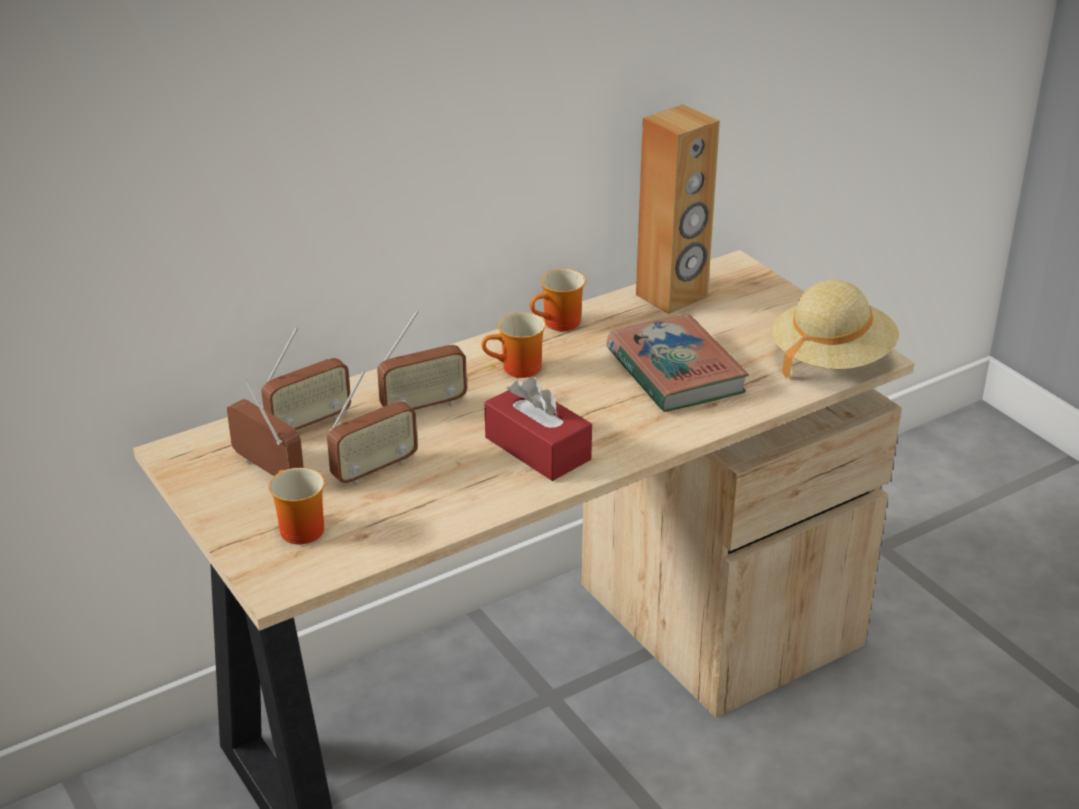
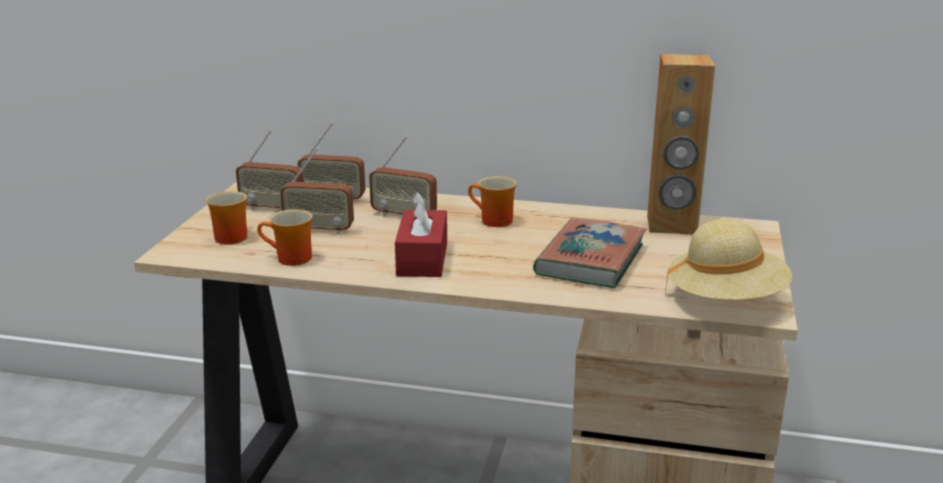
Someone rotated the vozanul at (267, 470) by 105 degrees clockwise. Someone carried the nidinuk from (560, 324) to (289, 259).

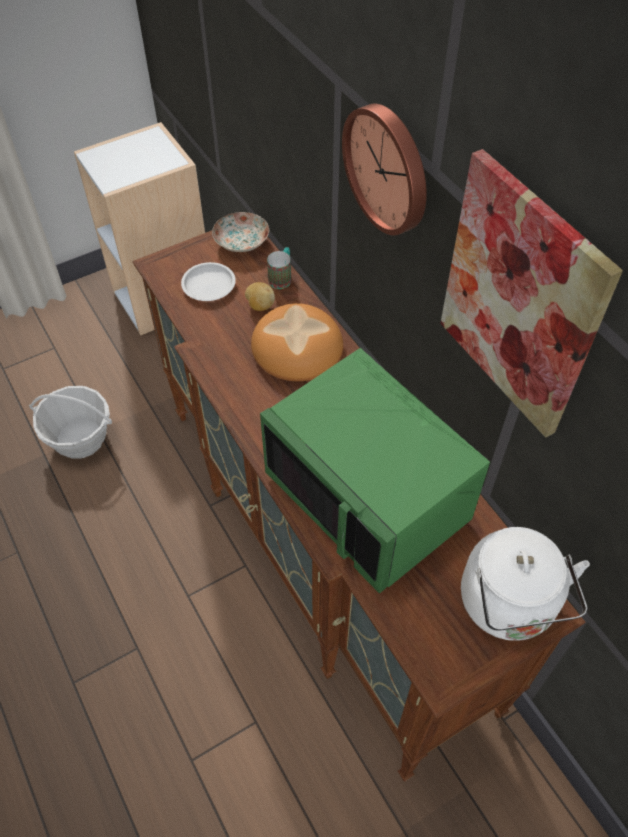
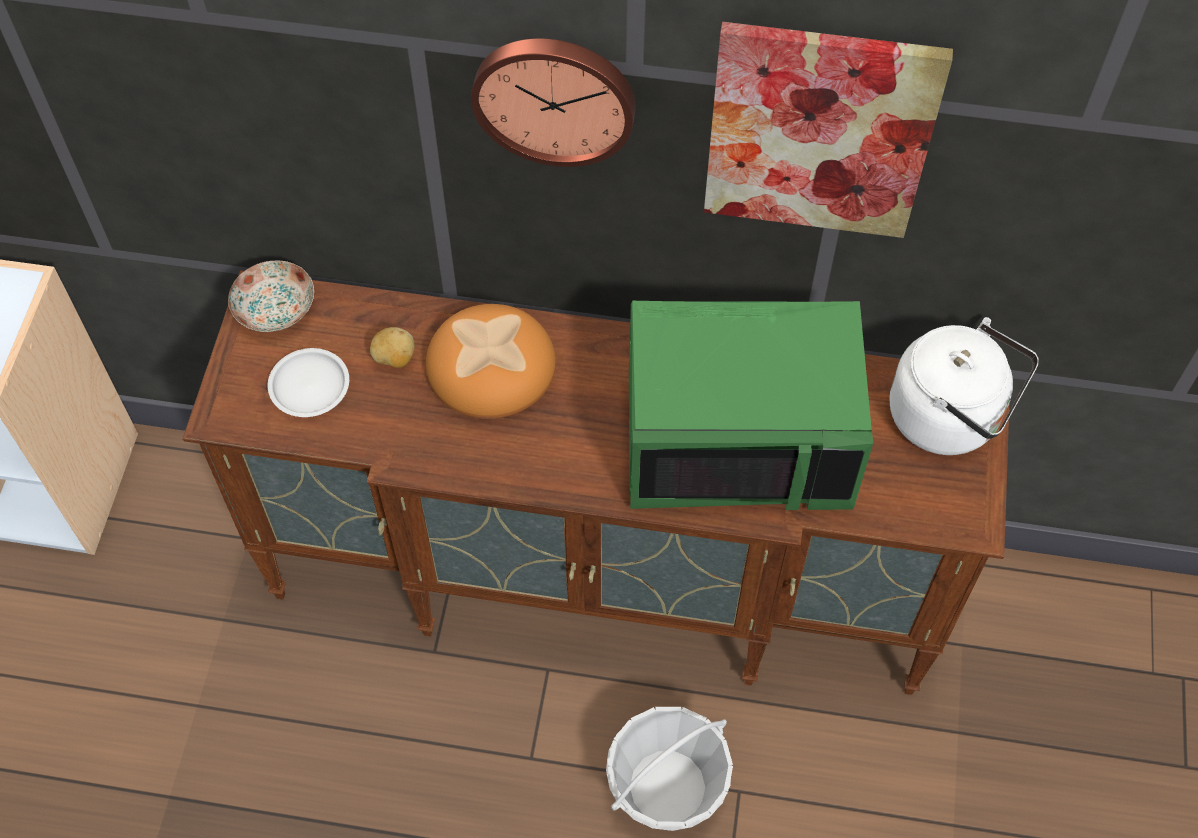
Someone carried the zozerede from (80, 439) to (667, 787). Someone took away the nidinuk at (282, 277).

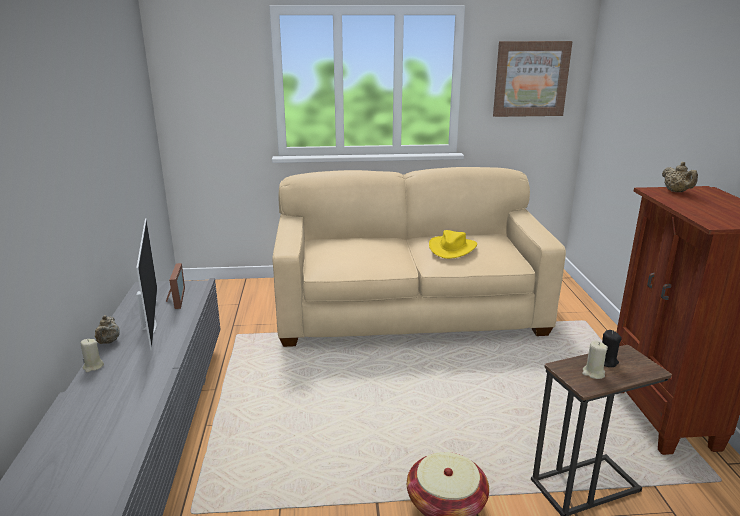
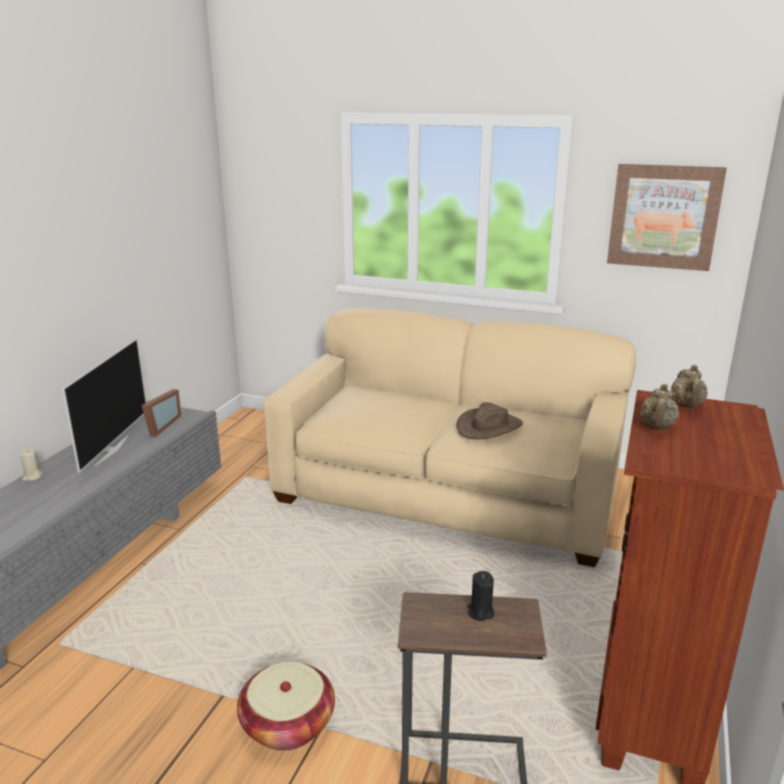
Someone carried the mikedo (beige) from (108, 342) to (657, 427). Someone repainted the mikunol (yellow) at (452, 248), which became the mikunol (brown) at (489, 426). Someone took away the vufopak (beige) at (593, 373).

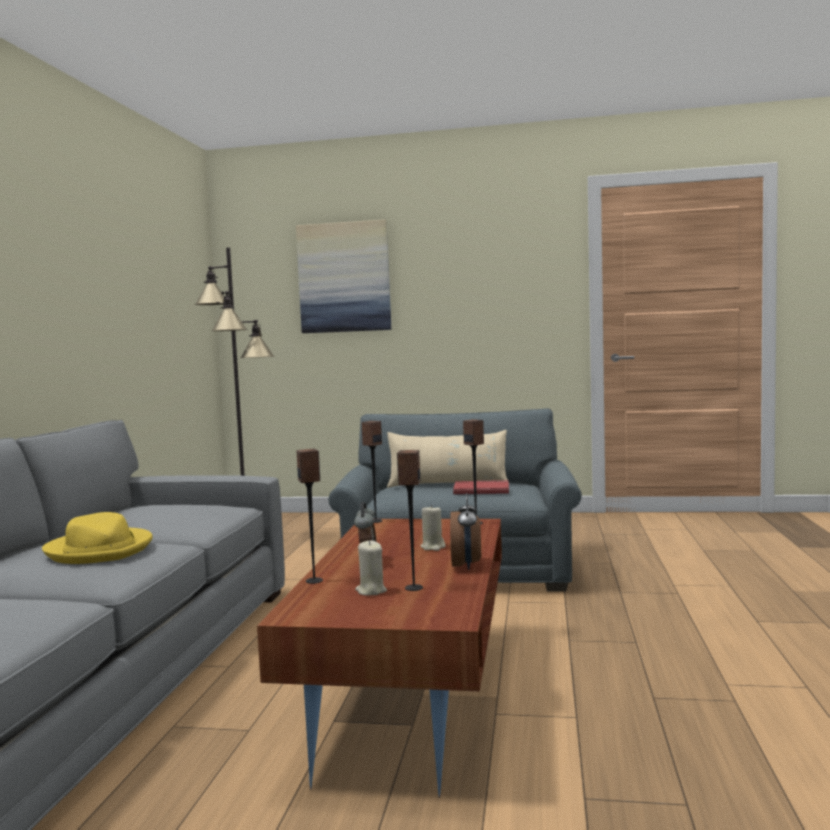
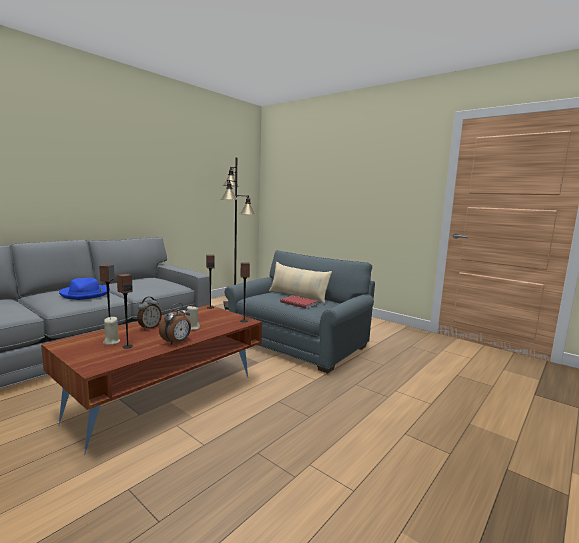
Someone repainted the mikunol (yellow) at (100, 550), which became the mikunol (blue) at (85, 294). Someone took away the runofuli at (344, 277).

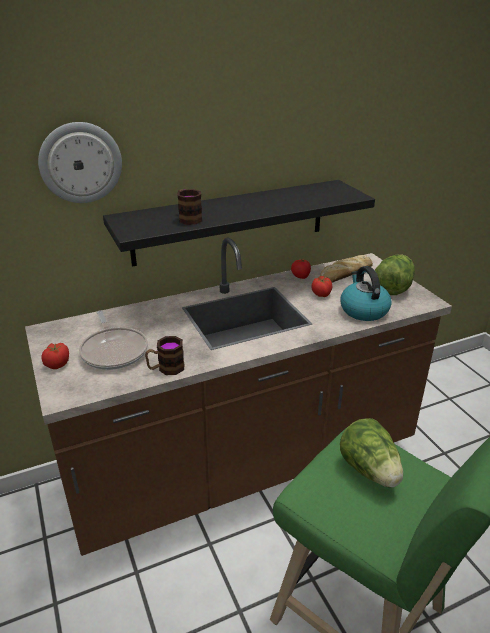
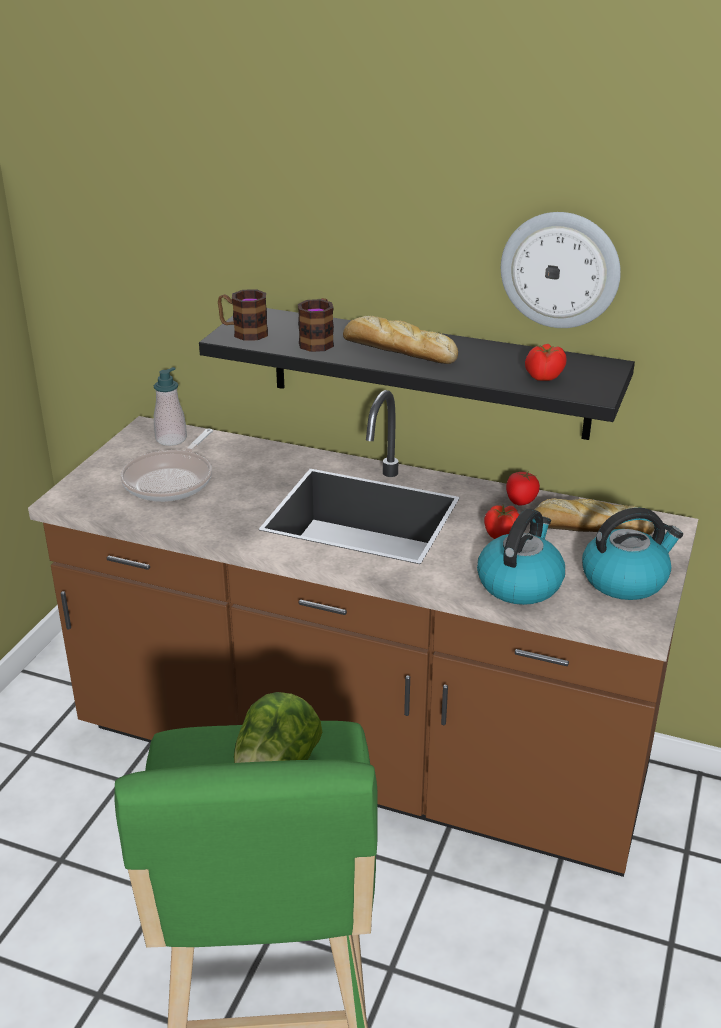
Someone carried the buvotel from (80, 163) to (560, 270). Someone carried the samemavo from (57, 364) to (543, 377). Someone carried the nidinuk from (166, 369) to (243, 332). Someone swapped the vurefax at (393, 288) for the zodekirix at (625, 579). Someone put down the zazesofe at (171, 439). Someone put down the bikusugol at (396, 351).

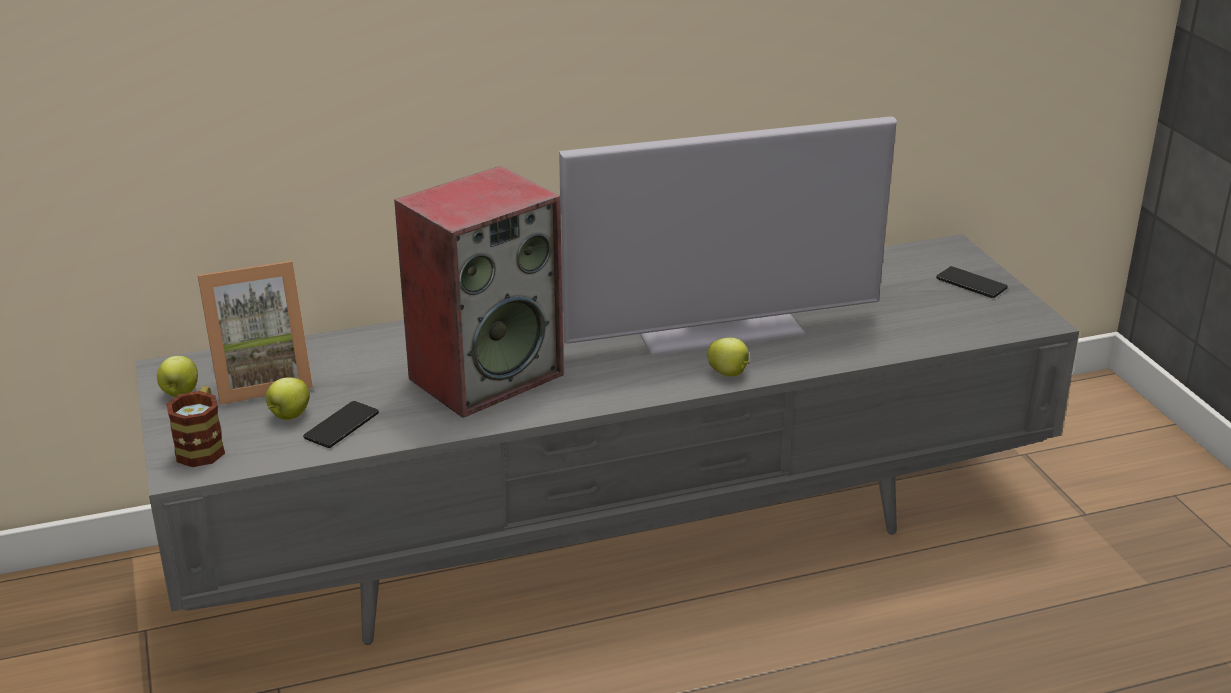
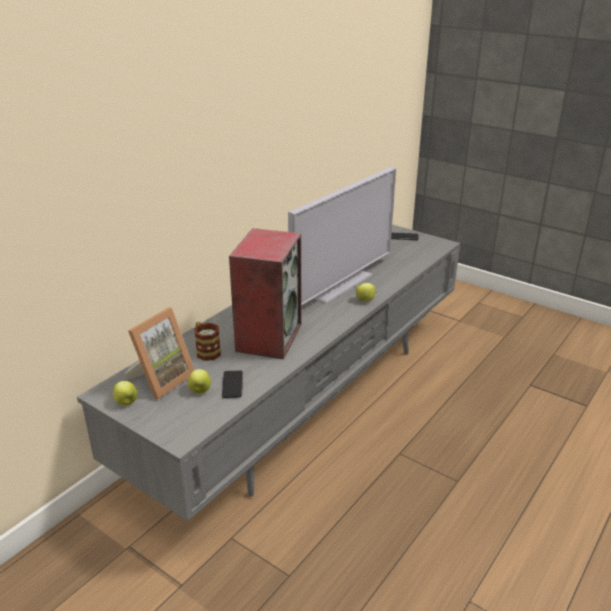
Someone carried the nidinuk from (203, 446) to (206, 350).

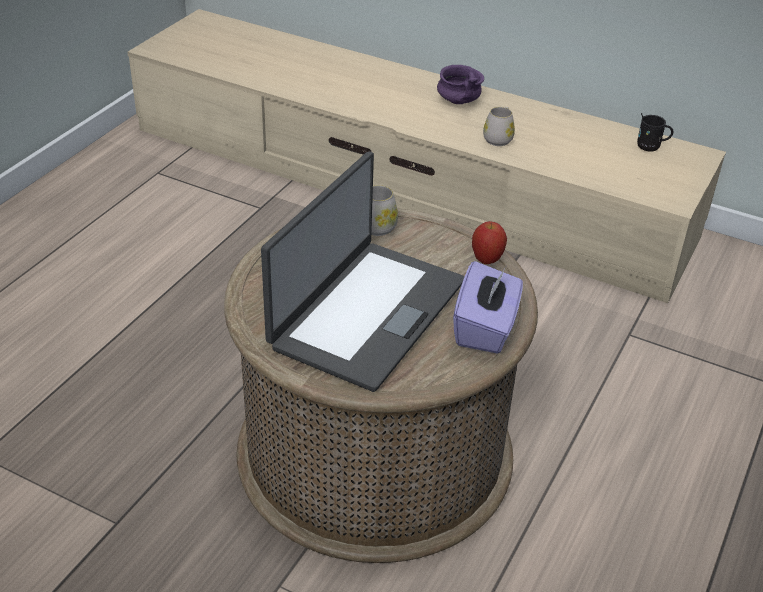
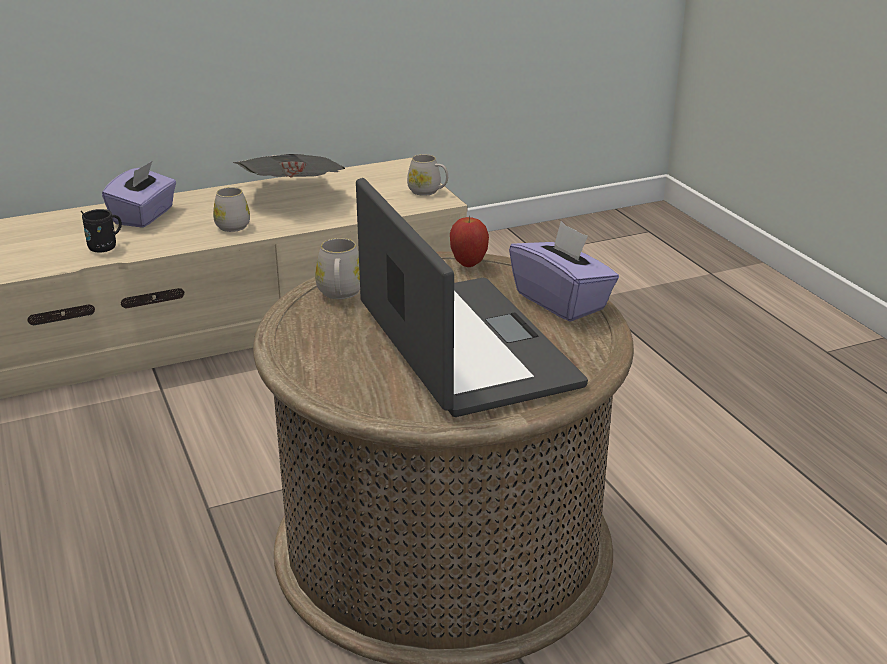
Someone swapped the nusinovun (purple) at (460, 101) for the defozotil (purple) at (144, 216). Someone carried the nidinuk (black) from (651, 147) to (106, 247). Someone put down the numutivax at (294, 195). Someone put down the nidinuk (white) at (428, 191).

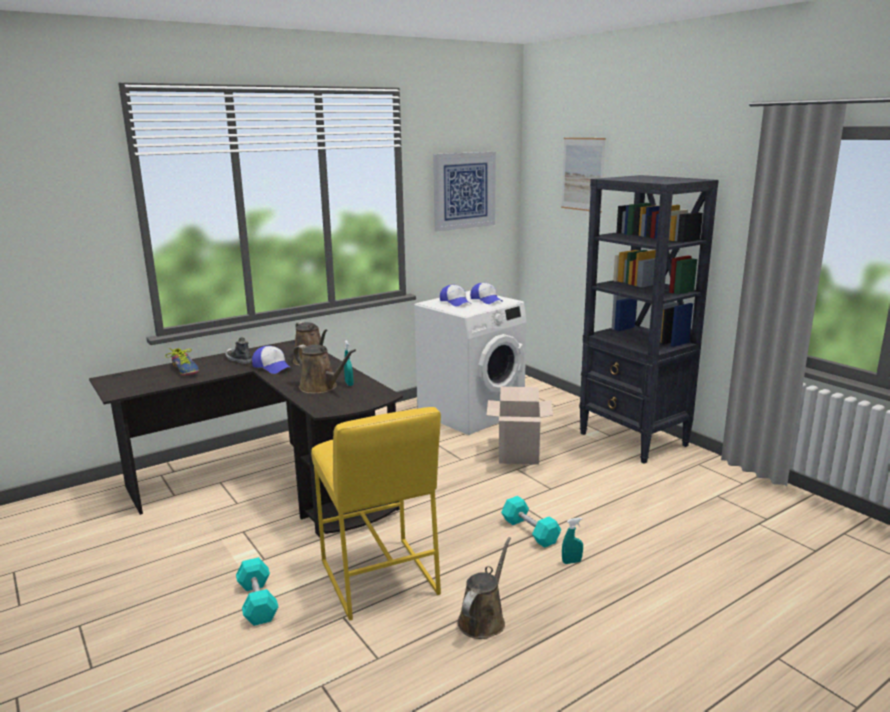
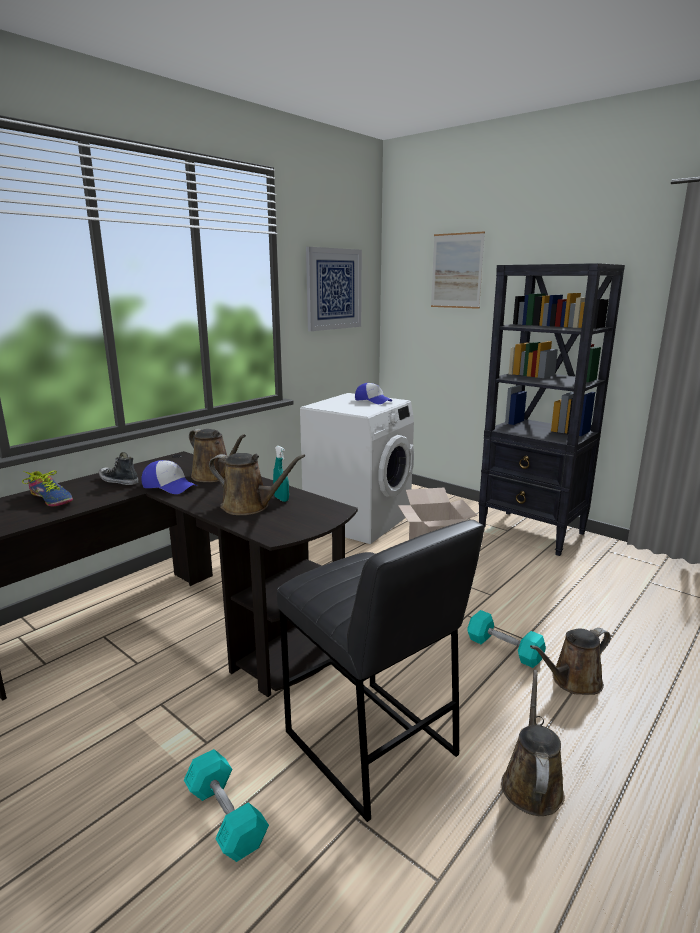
Someone repainted the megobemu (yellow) at (379, 578), which became the megobemu (grey) at (371, 745). Someone took away the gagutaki at (455, 302). Someone swapped the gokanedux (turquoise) at (571, 562) for the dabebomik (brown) at (573, 681).

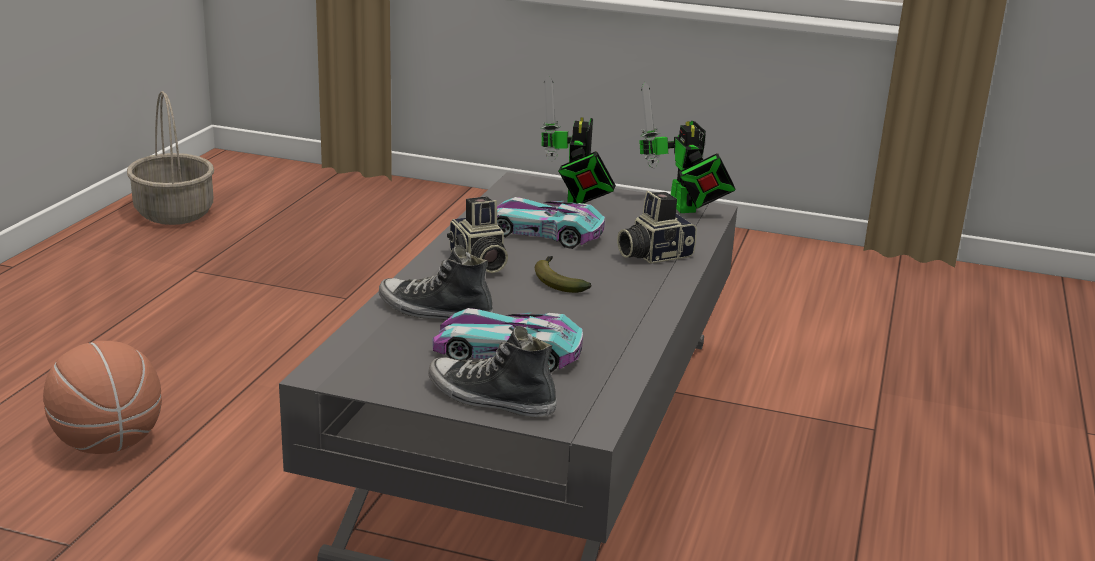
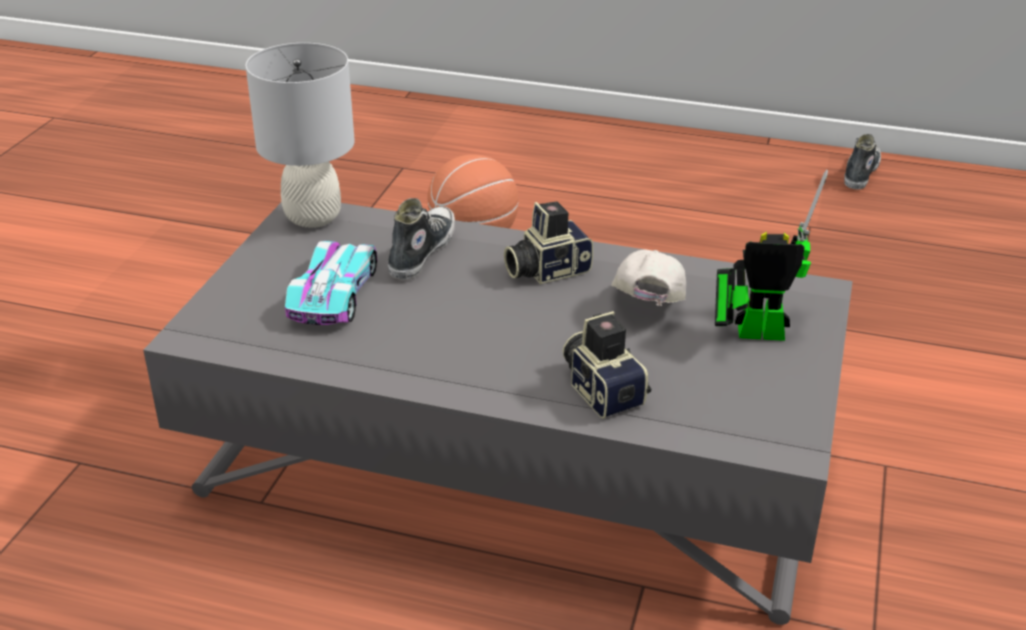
Someone took away the zozerede at (173, 212). Someone carried the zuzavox from (490, 399) to (860, 173). Someone swapped the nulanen at (543, 233) for the gagutaki (white) at (646, 309). Someone took away the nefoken at (557, 281). Someone took away the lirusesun at (684, 209). Someone put down the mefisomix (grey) at (313, 218).

